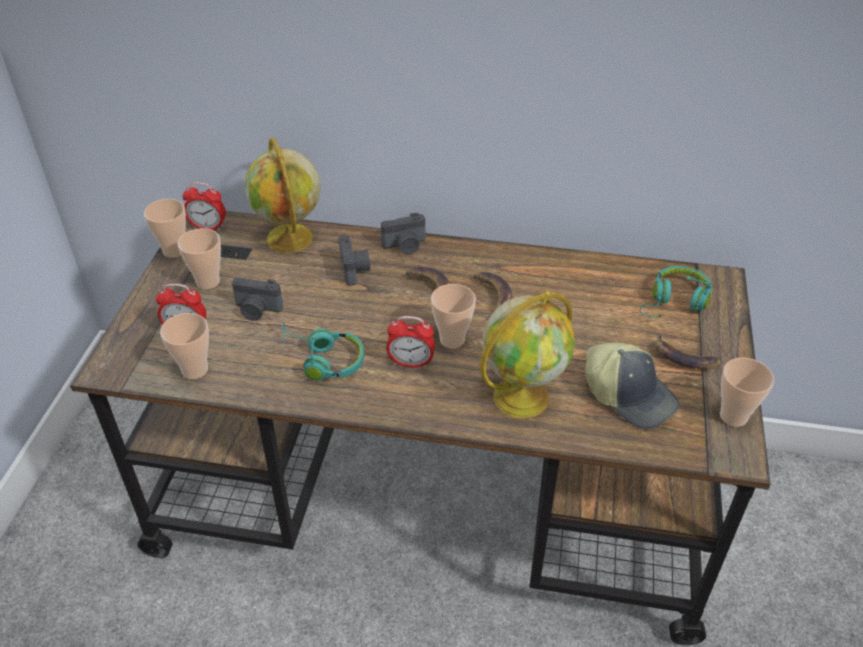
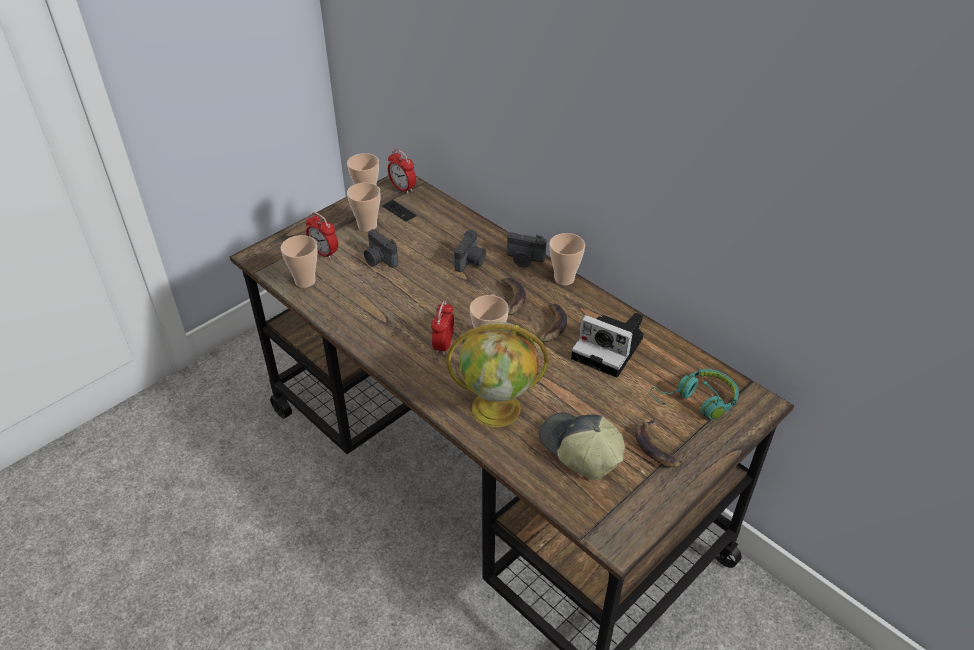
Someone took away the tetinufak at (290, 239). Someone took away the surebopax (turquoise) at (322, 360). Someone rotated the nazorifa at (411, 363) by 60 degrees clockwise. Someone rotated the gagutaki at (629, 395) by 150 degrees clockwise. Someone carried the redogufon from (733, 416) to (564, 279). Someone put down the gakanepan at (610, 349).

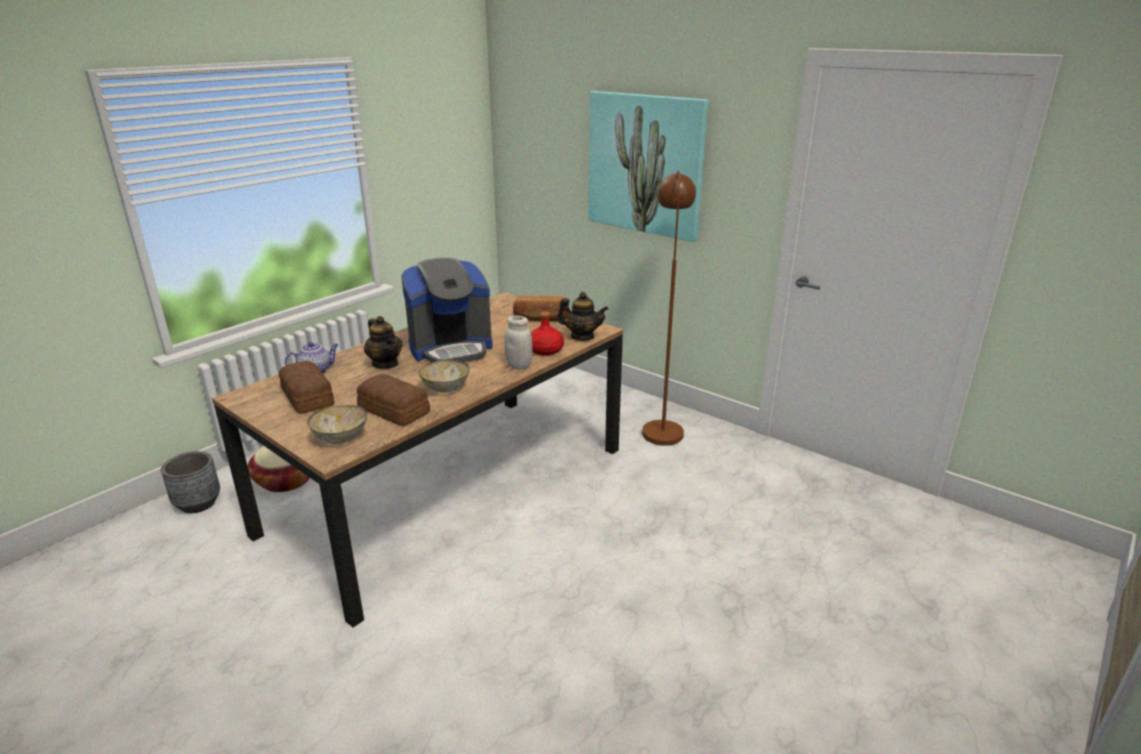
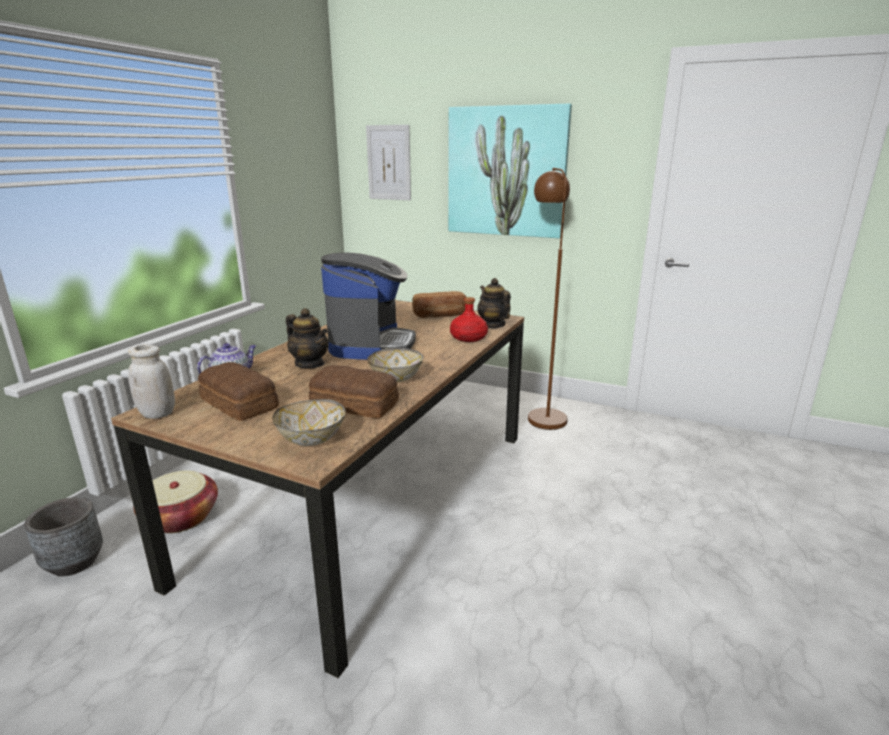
Someone rotated the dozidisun at (451, 348) by 45 degrees counterclockwise. Someone carried the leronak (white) from (519, 366) to (157, 414). Someone rotated the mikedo at (582, 337) by 120 degrees counterclockwise. Someone put up the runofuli at (389, 163).

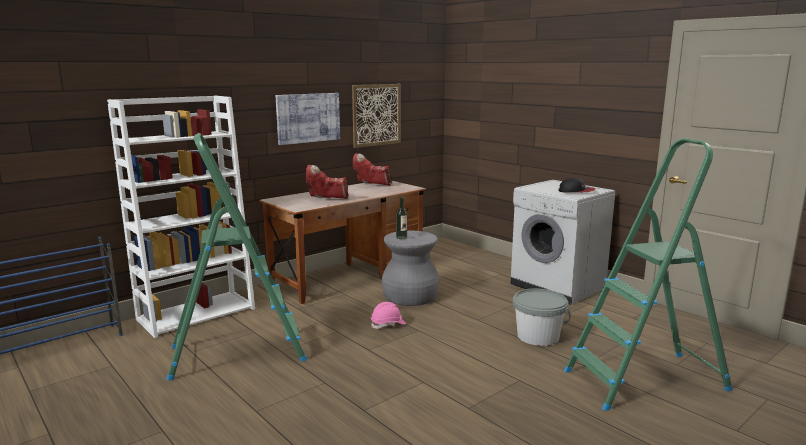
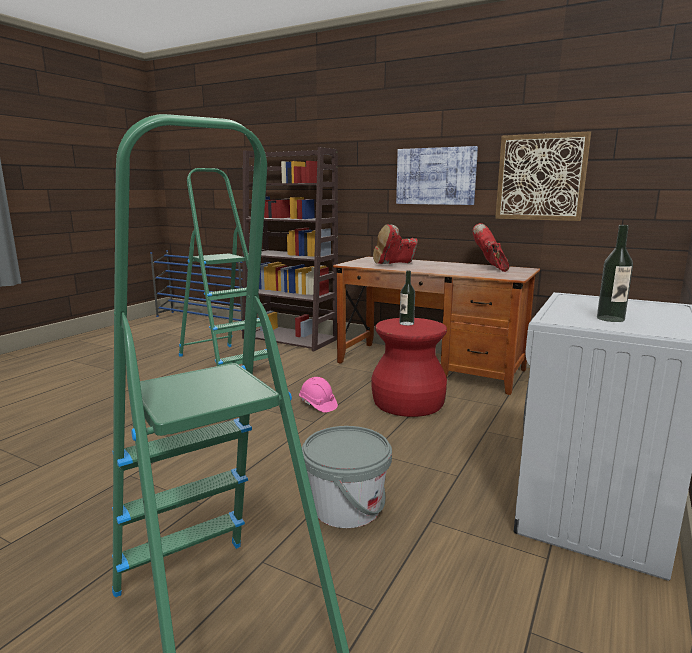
Someone repainted the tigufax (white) at (197, 313), which became the tigufax (brown) at (291, 338). Someone rotated the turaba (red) at (326, 200) by 105 degrees counterclockwise. Someone repainted the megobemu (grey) at (410, 296), which became the megobemu (red) at (407, 403). Someone swapped the gagutaki at (576, 191) for the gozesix at (610, 319).

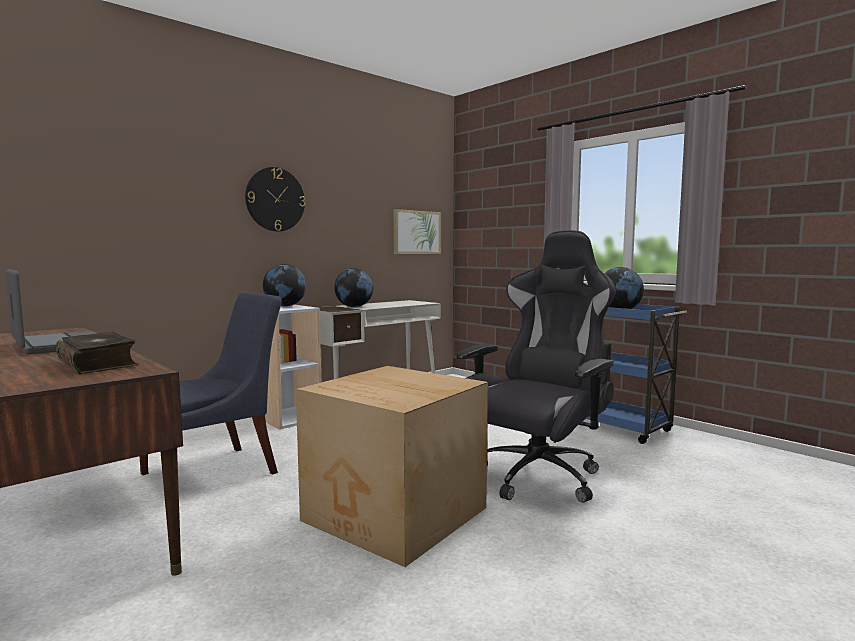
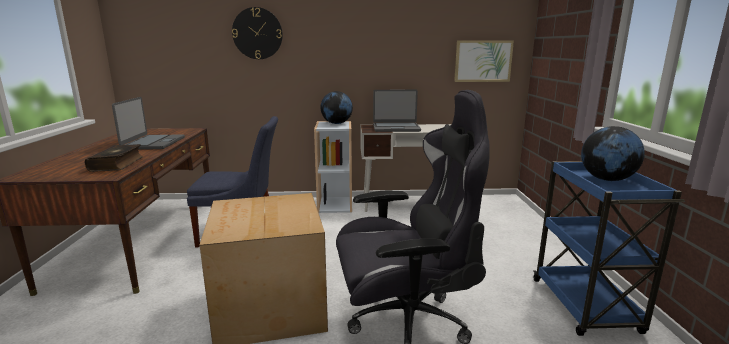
Someone carried the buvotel from (275, 199) to (257, 33). Someone swapped the tetinufak at (354, 307) for the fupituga at (396, 128).

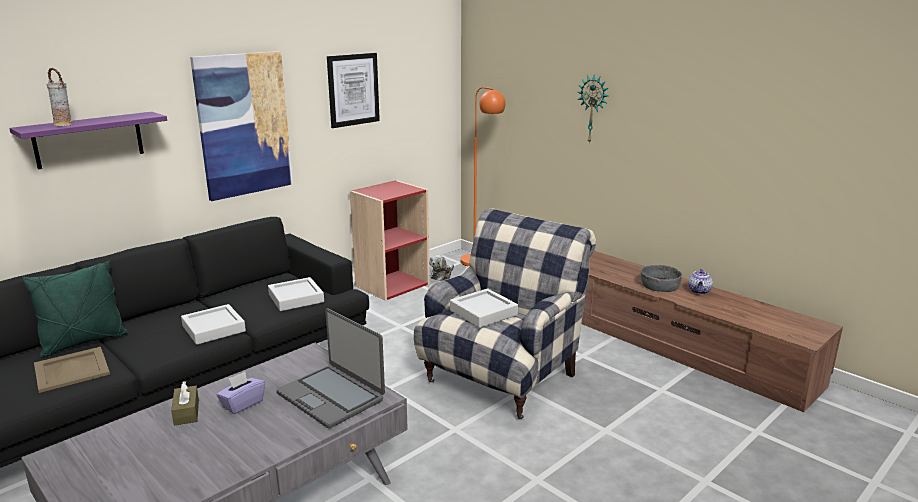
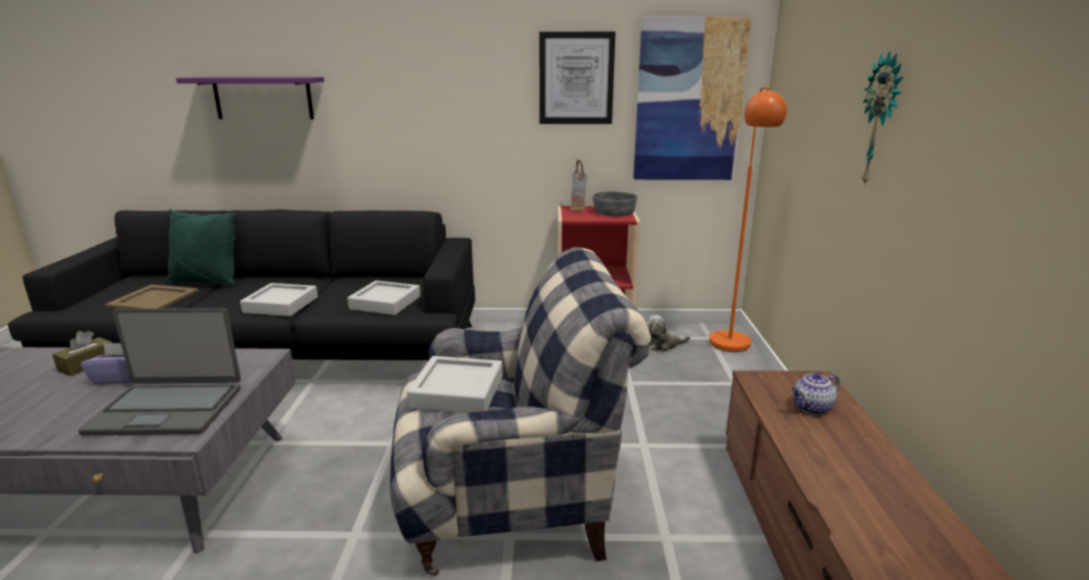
Someone carried the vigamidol from (64, 125) to (578, 209). Someone carried the runofuli from (243, 125) to (688, 101). Someone rotated the fupituga at (331, 396) by 90 degrees counterclockwise. Someone carried the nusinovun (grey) from (659, 285) to (613, 211). Someone carried the mikedo from (699, 291) to (812, 408).

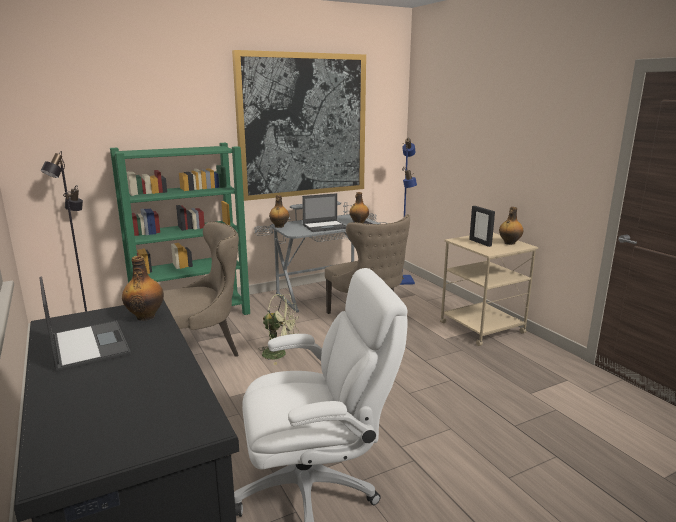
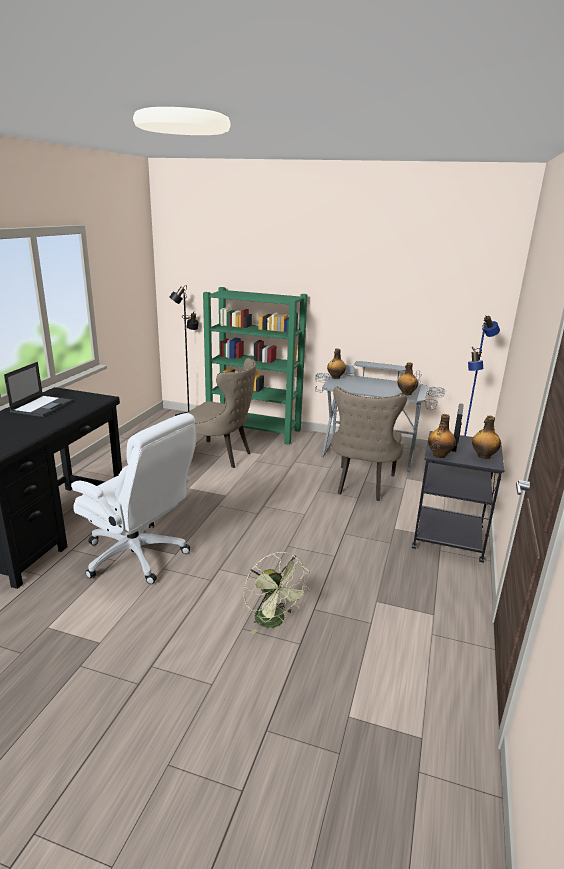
Someone carried the gozesix from (146, 316) to (439, 455). Someone took away the runofuli at (302, 126). Someone carried the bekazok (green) from (279, 354) to (274, 622). Someone took away the fupituga at (325, 226). Someone repainted the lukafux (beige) at (482, 328), which became the lukafux (black) at (448, 538).

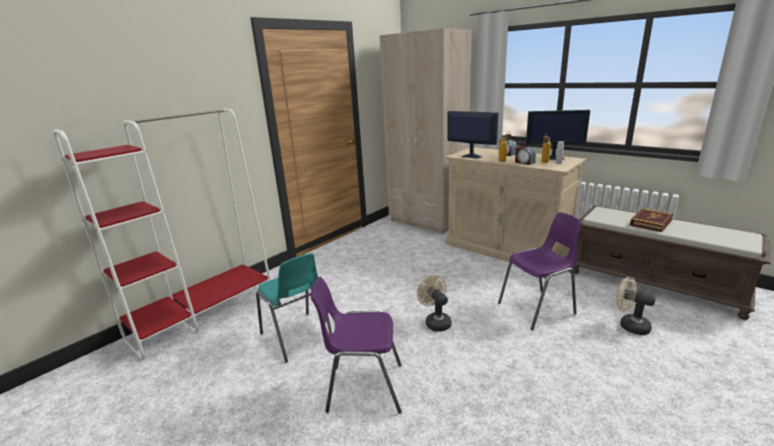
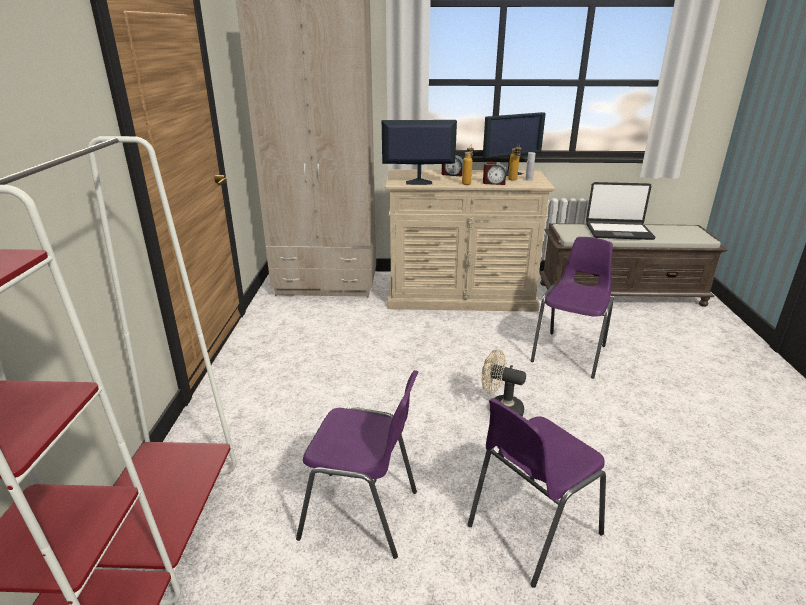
Someone repainted the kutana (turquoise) at (297, 337), which became the kutana (purple) at (363, 515). Someone took away the bekazok (beige) at (629, 325). Someone swapped the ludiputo at (651, 222) for the fupituga at (618, 231).

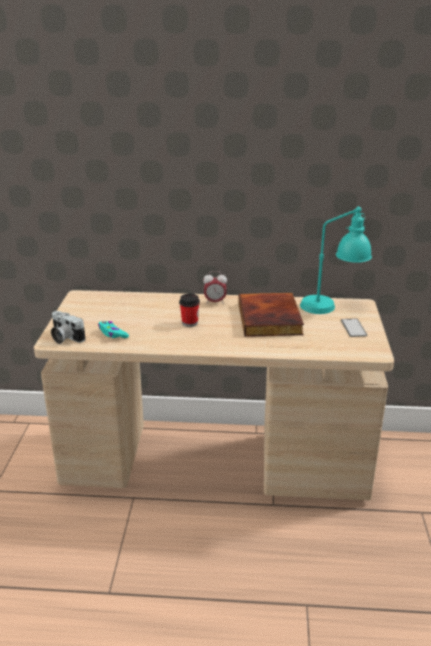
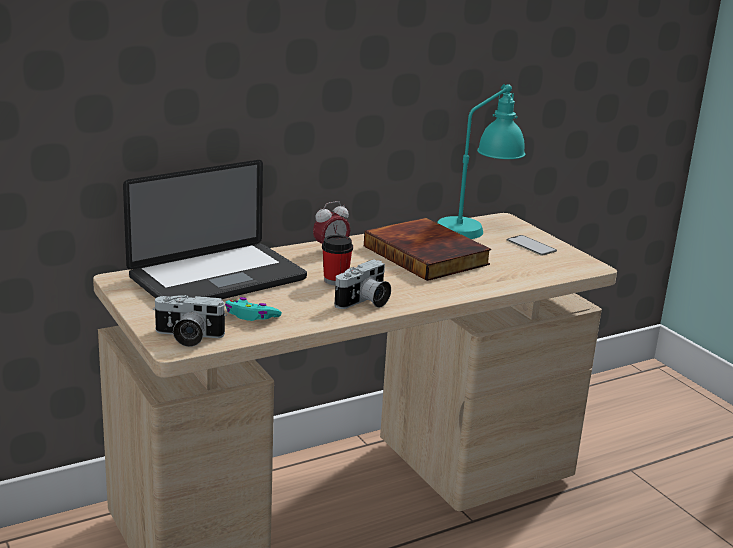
Someone put down the fupituga at (218, 279). Someone put down the gakanepan at (364, 302).

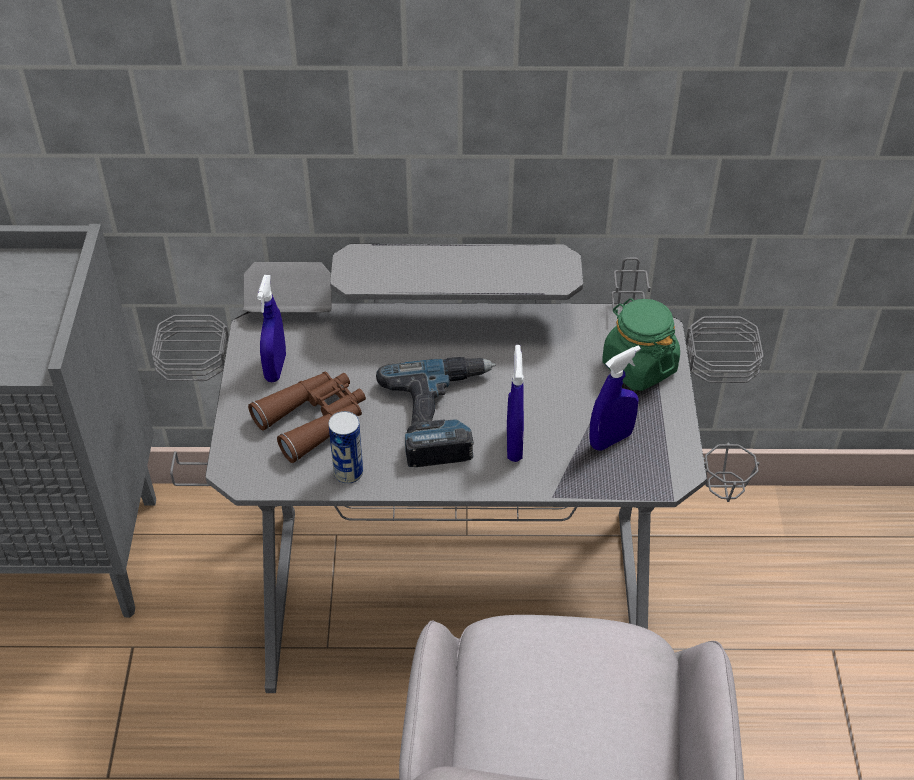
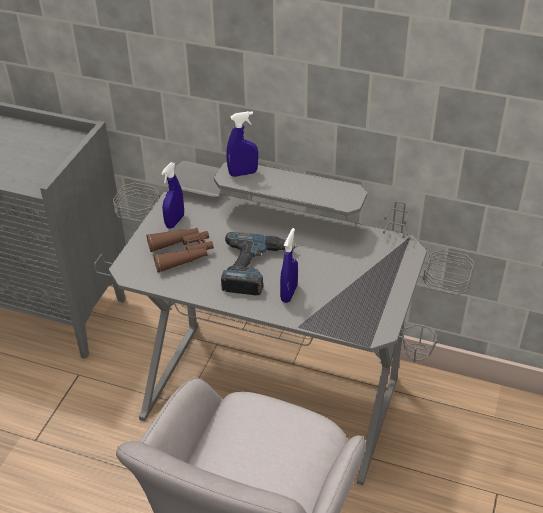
Someone took away the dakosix at (348, 473). Someone carried the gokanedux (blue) from (611, 439) to (243, 173). Someone took away the leronak (green) at (638, 367).

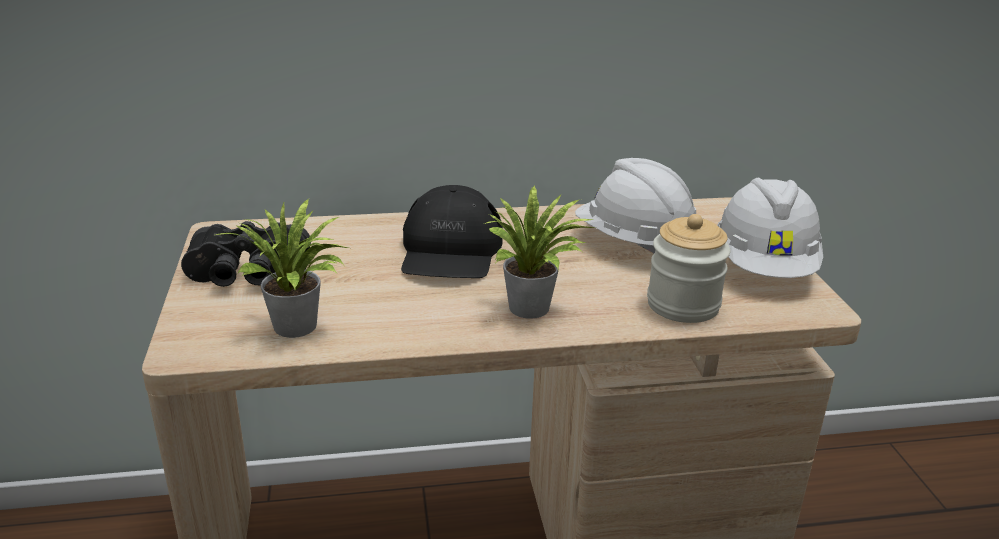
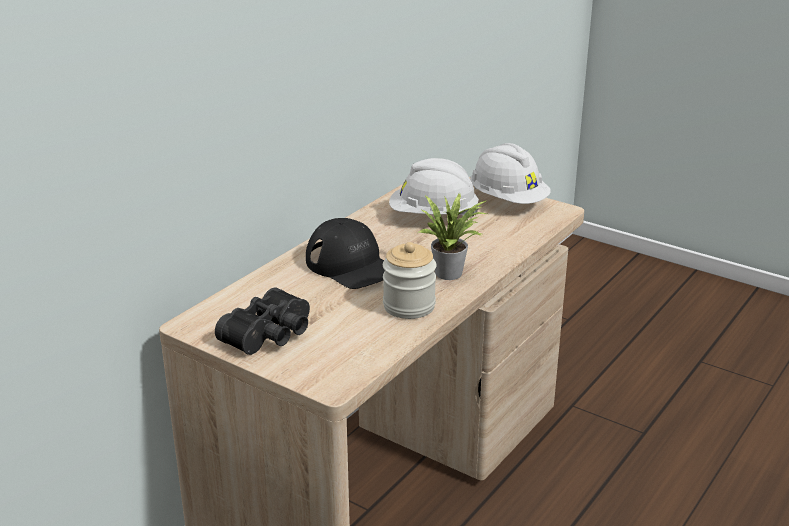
Someone took away the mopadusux at (298, 328). Someone carried the leronak from (683, 305) to (409, 306).

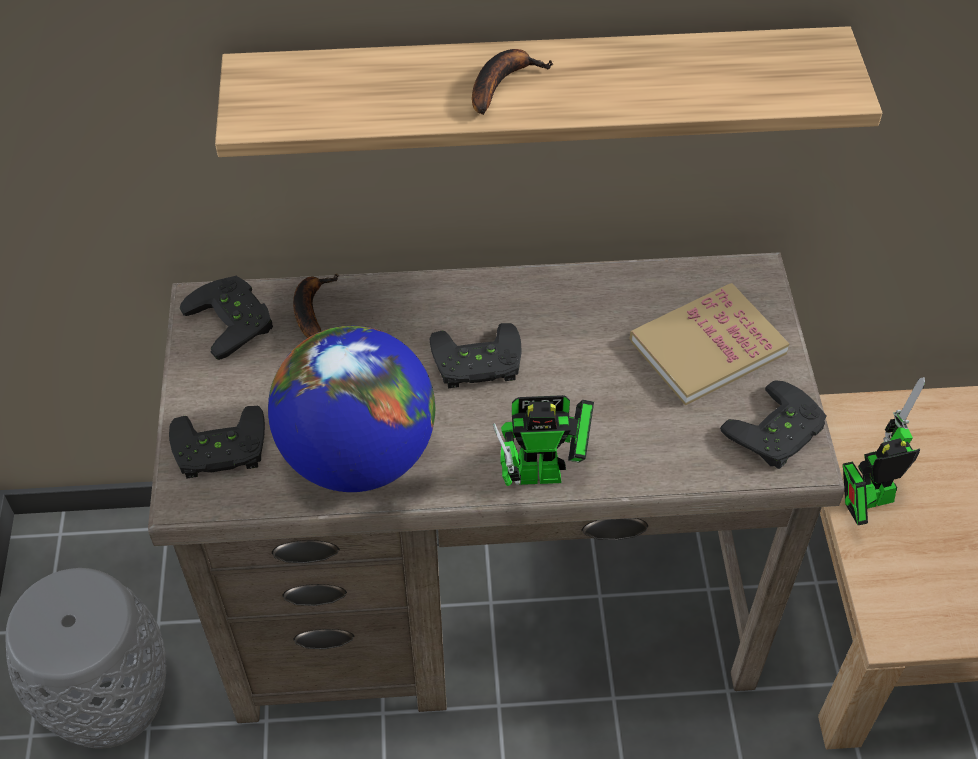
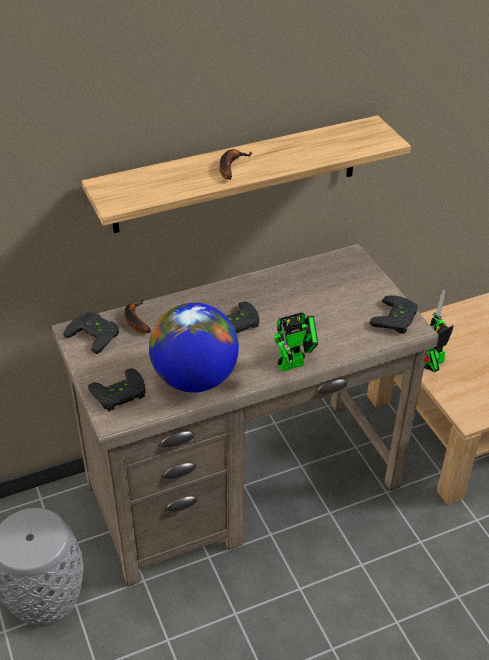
Someone took away the ludiputo at (707, 347).

